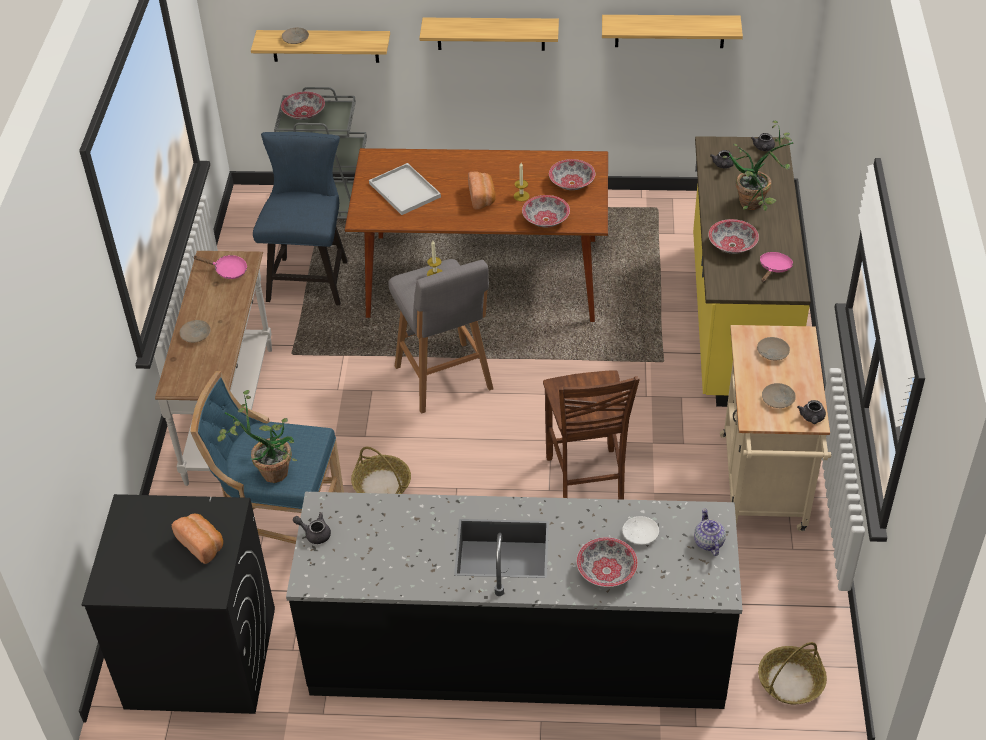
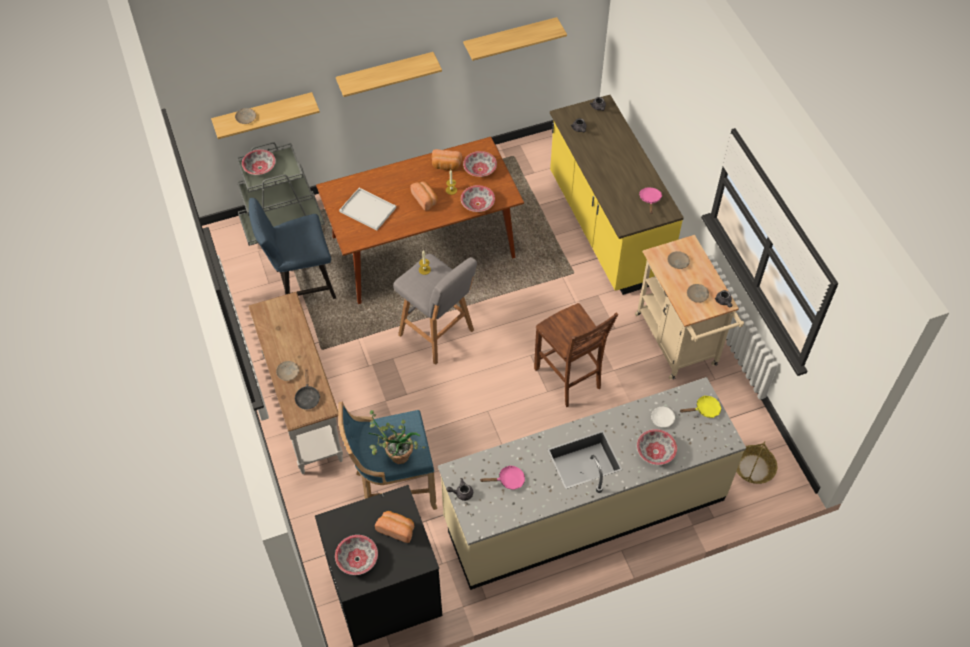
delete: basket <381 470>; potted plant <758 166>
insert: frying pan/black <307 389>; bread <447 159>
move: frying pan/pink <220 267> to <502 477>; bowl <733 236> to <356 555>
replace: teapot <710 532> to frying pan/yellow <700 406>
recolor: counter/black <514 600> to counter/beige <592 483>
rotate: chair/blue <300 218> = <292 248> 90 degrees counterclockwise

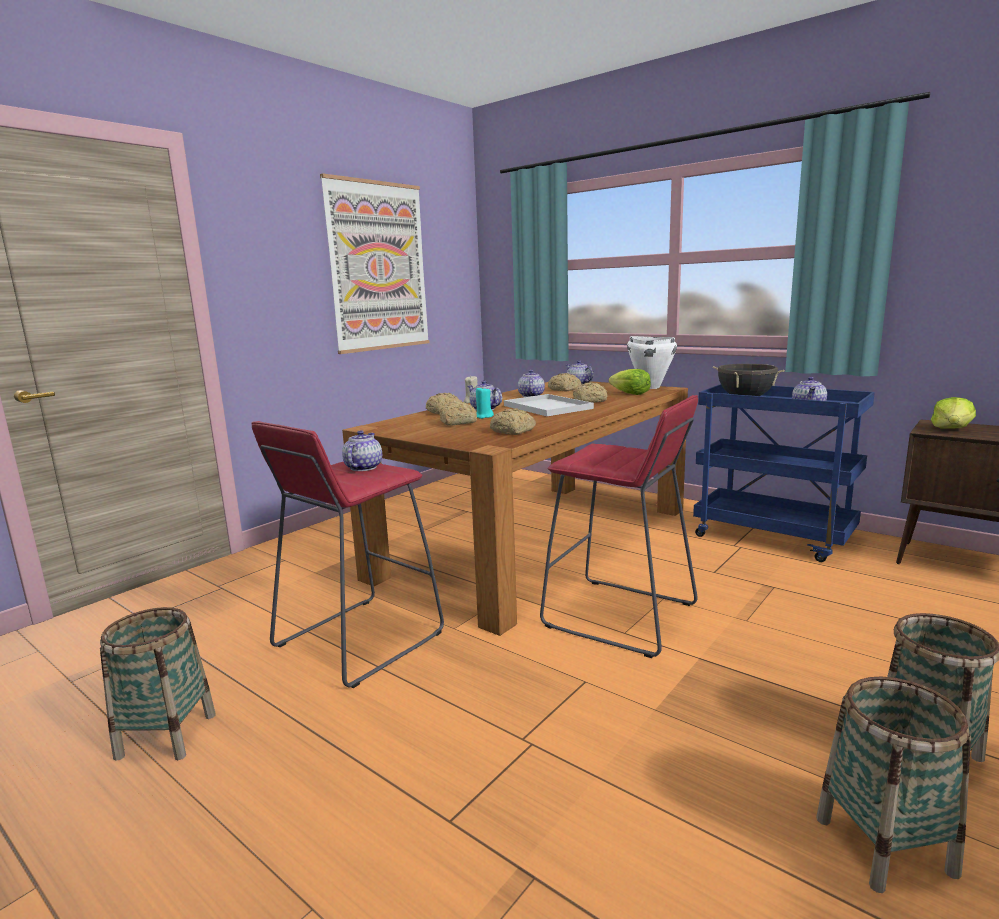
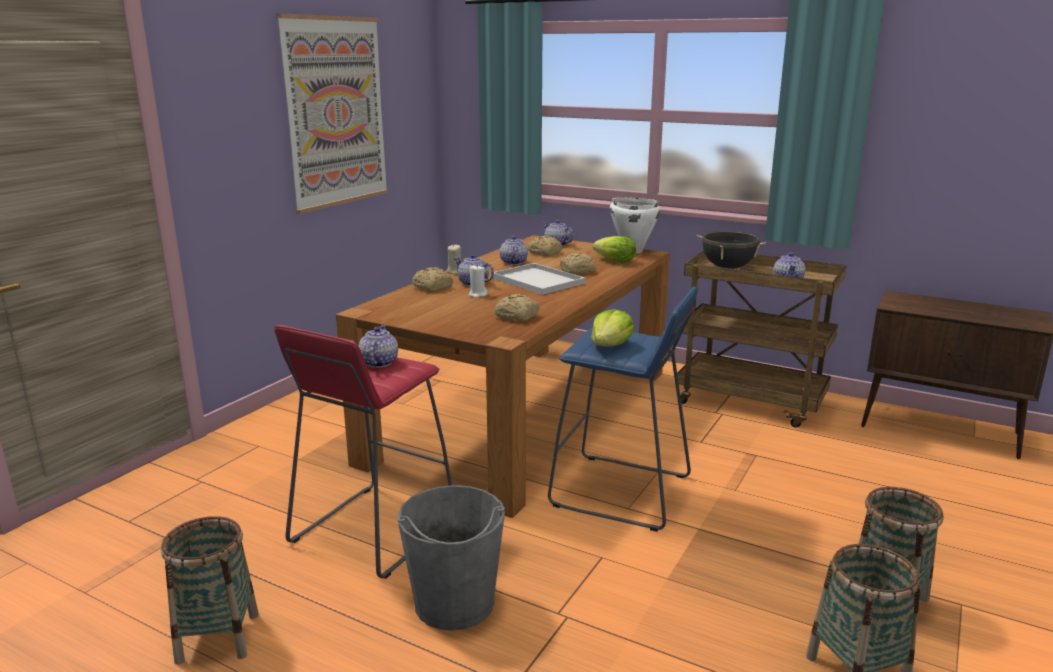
delete: bread <458 414>
insert: bucket/grey <451 558>
move: lettuce <953 413> to <612 328>
recolor: candle/turquoise <485 402> to candle/white <478 281>; stool/red <619 526> to stool/blue <623 409>; cart/blue <784 473> to cart/brown <762 339>

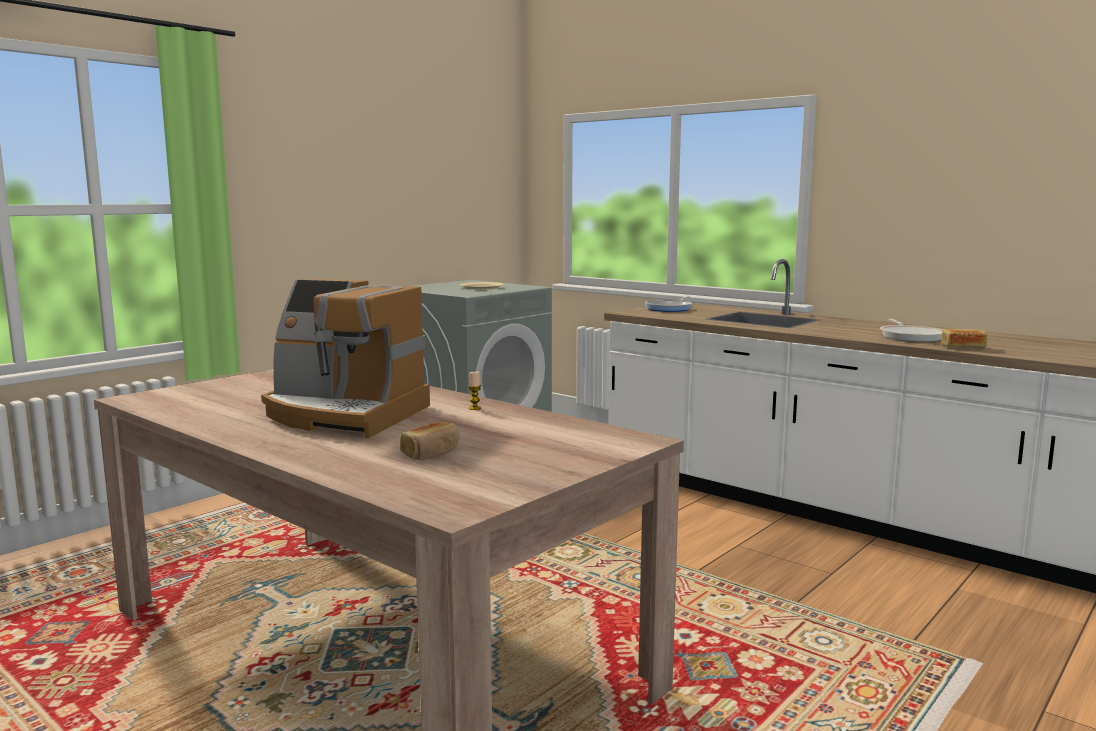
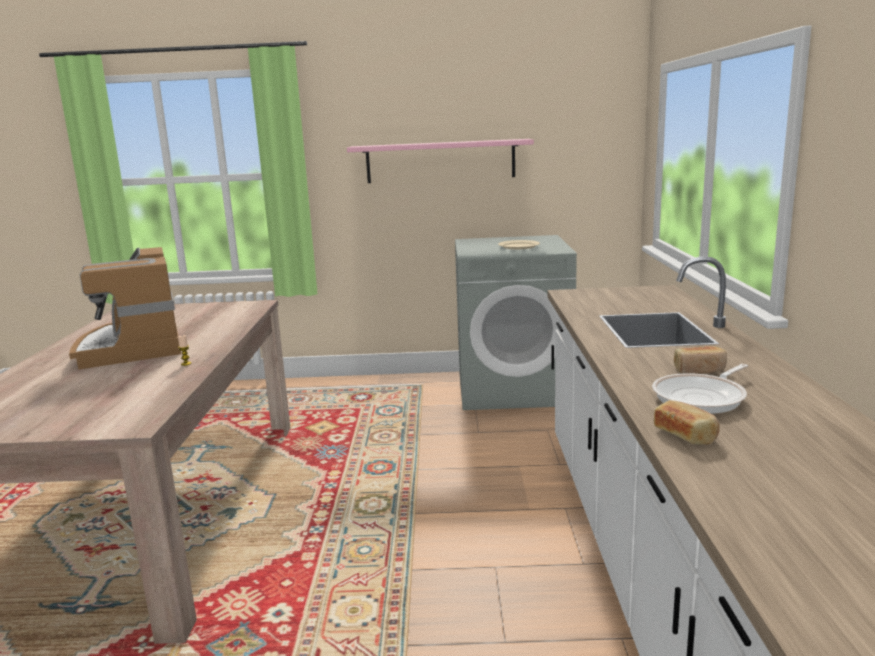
delete: frying pan <668 304>
insert: shelf/pink <440 161>
move: bread <429 441> to <700 360>

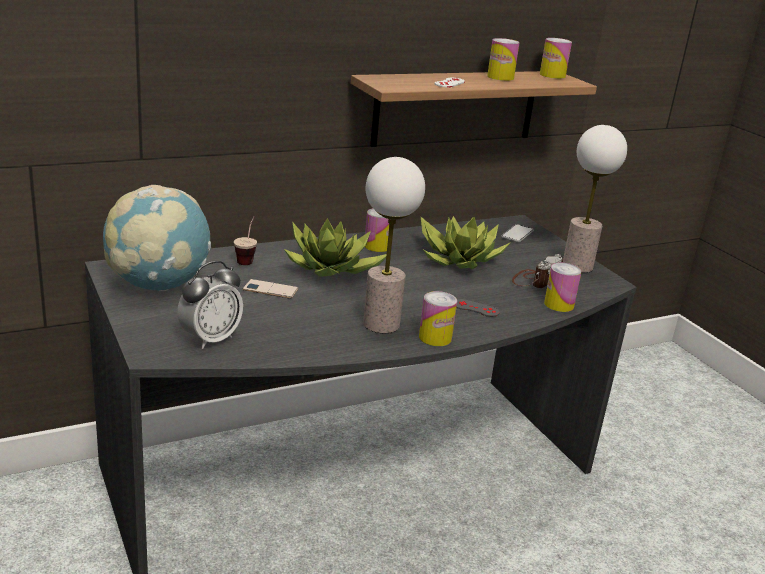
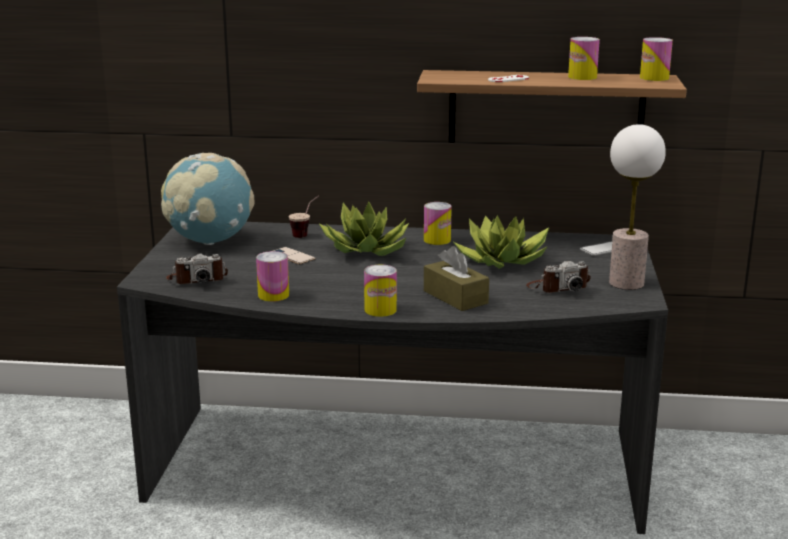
delete: table lamp <394 245>
move: can <563 287> to <272 276>
replace: alarm clock <210 305> to photo camera <197 268>; game controller/grey <478 308> to tissue box/brown <456 278>

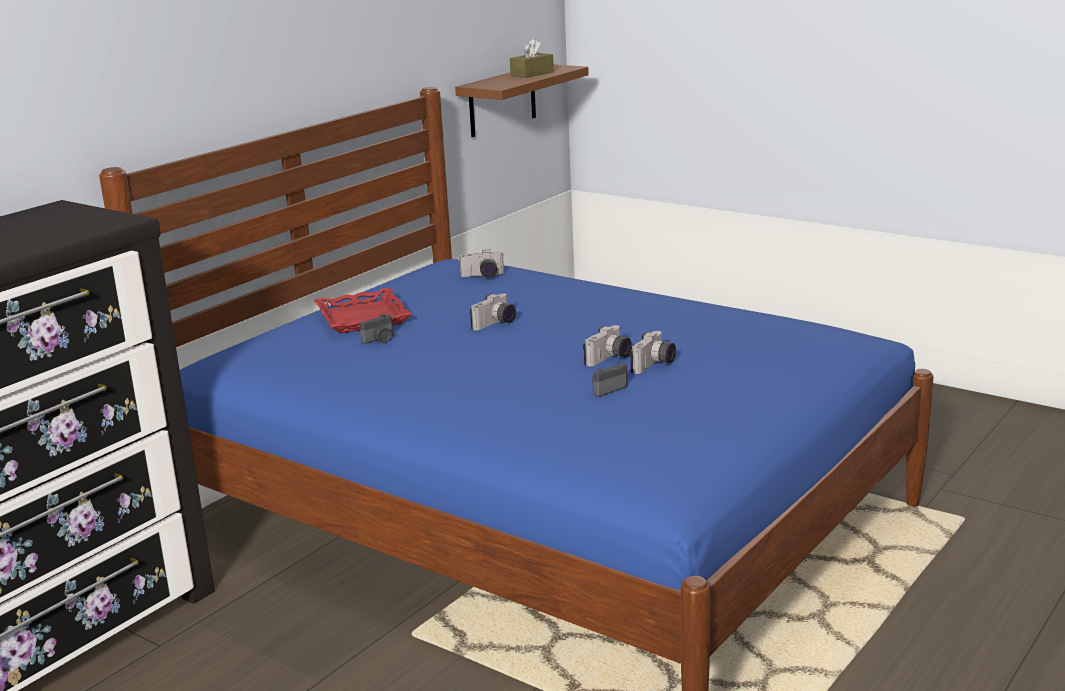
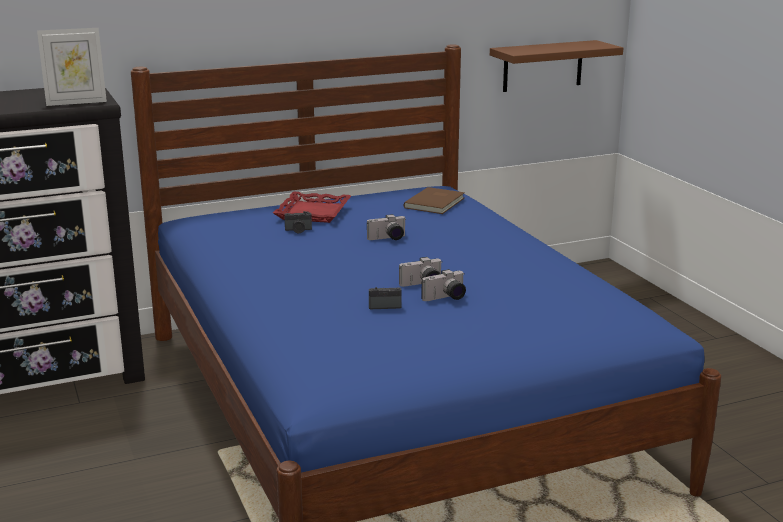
delete: tissue box/brown <532 58>
insert: picture frame <72 67>
replace: photo camera <481 263> to book/brown <434 200>

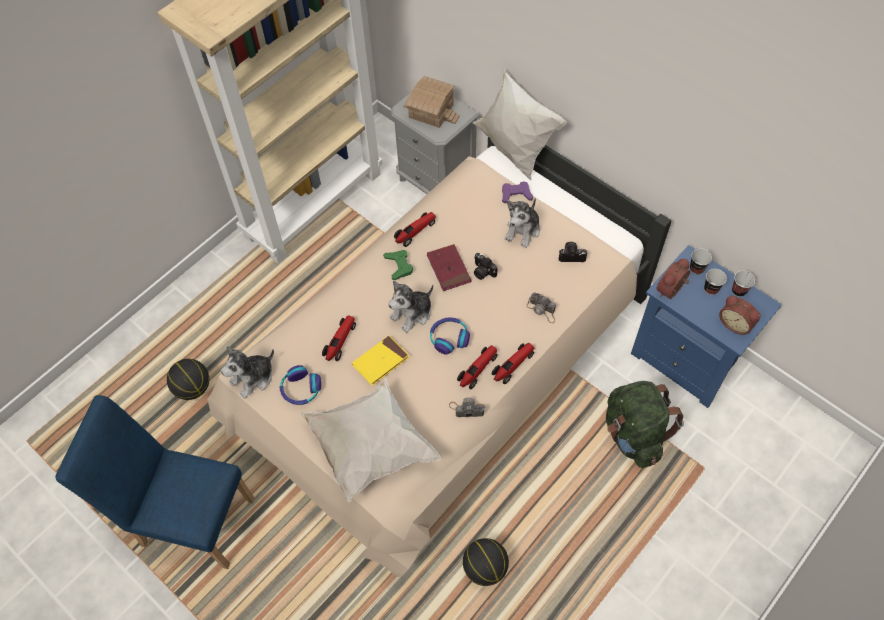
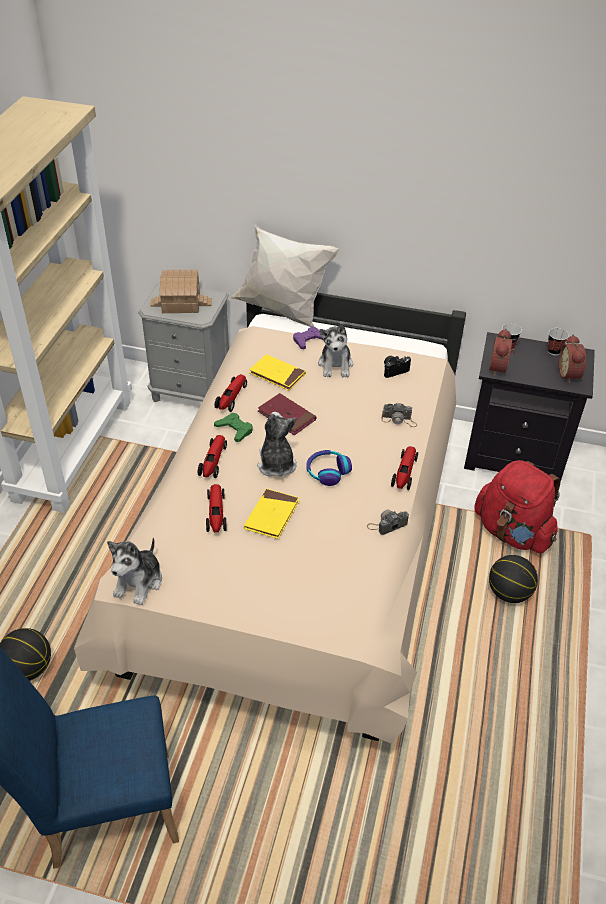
delete: headphones <300 385>; pillow/white <370 440>; photo camera <486 266>; cup <715 282>
insert: book/yellow <277 372>
move: toy car <477 367> to <212 456>; basketball <486 562> to <513 579>
recolor: backpack/green <645 424> to backpack/red <517 506>; nightstand/blue <706 326> to nightstand/black <529 406>
rotate: plush toy <410 306> = <277 444> 150 degrees clockwise; alarm clock <740 315> = <572 359> 75 degrees clockwise

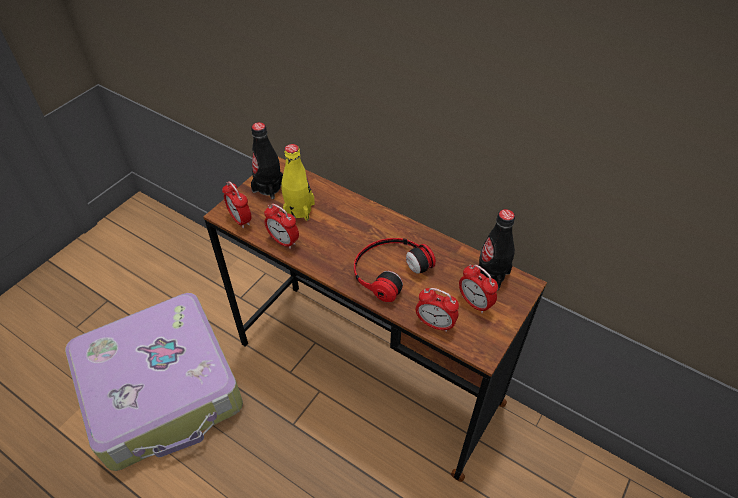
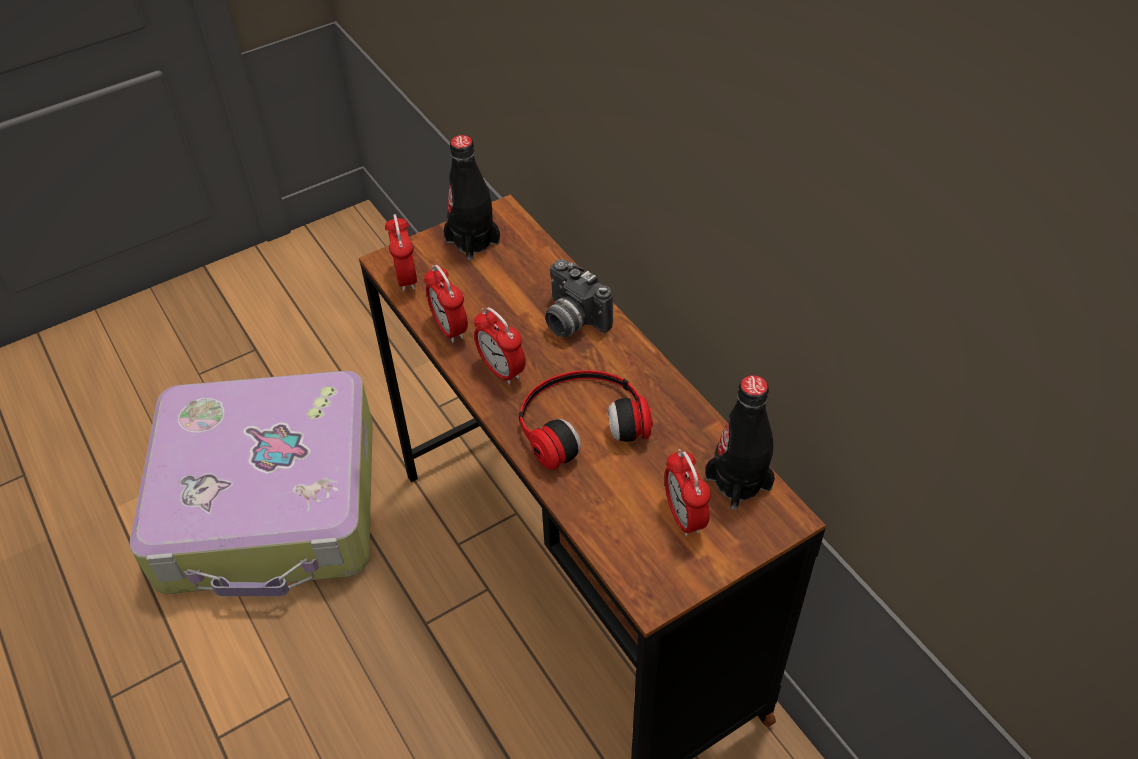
delete: bottle/yellow <298 182>
insert: photo camera <579 298>
move: alarm clock <437 310> to <500 346>

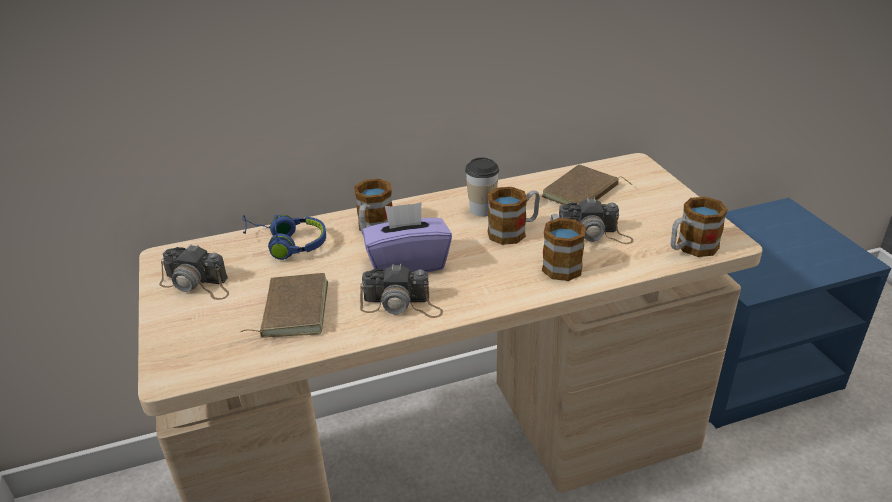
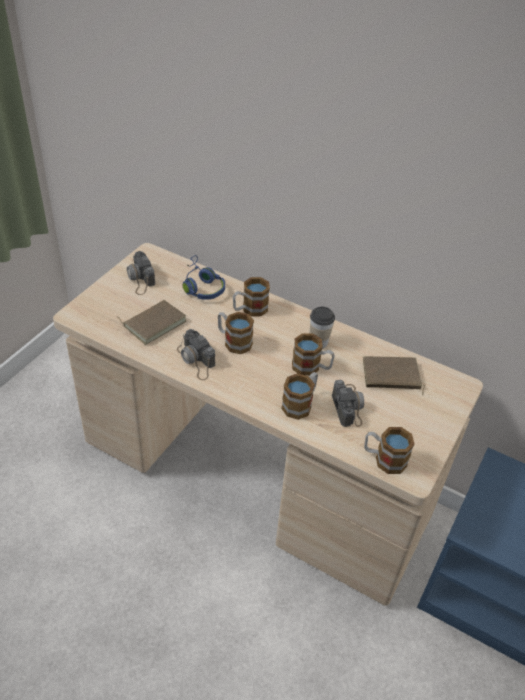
replace: tissue box/purple <407 237> to mug <236 333>
rotate: photo camera <596 220> = <348 403> 150 degrees counterclockwise

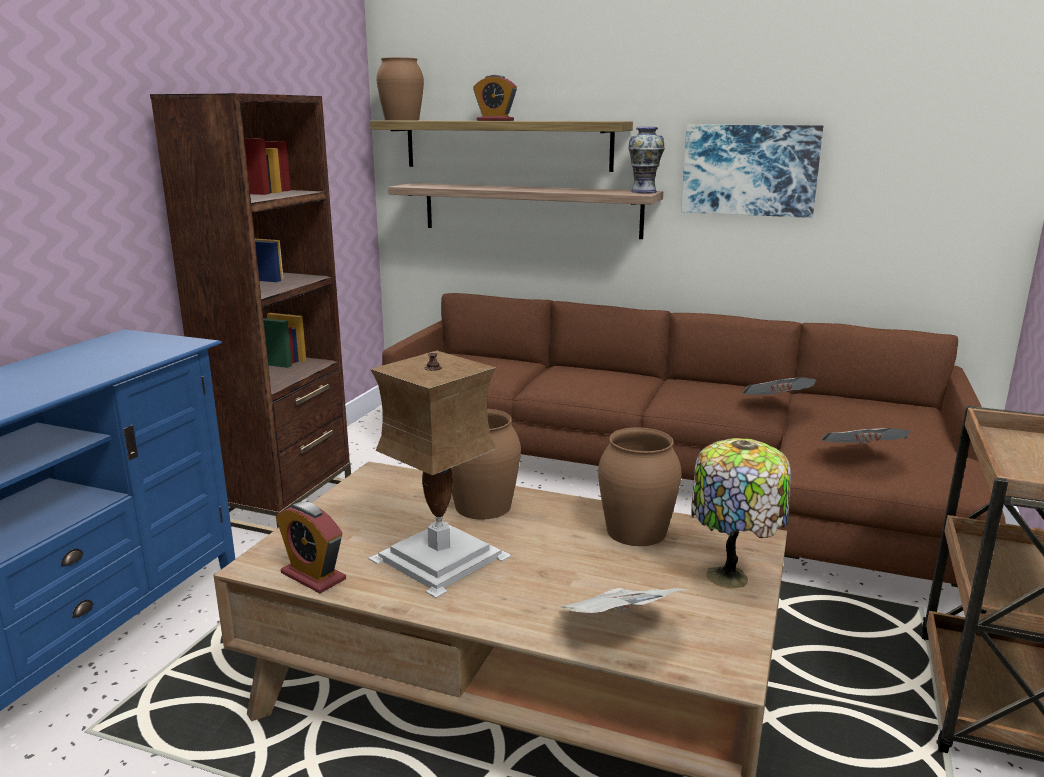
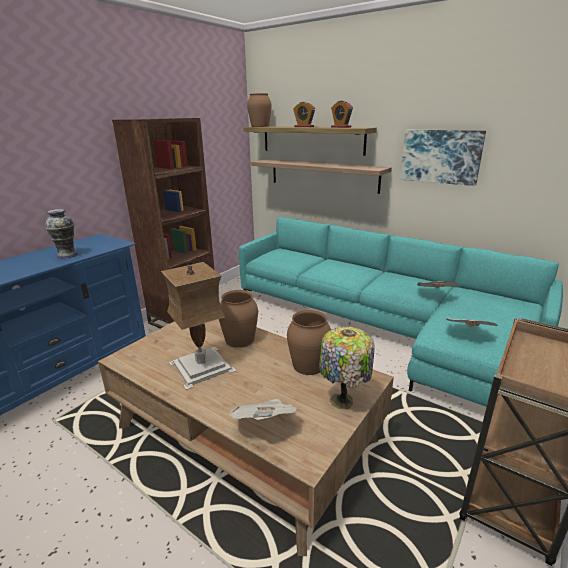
move: alarm clock <311 547> to <342 114>; vase <646 160> to <61 234>
recolor: sofa/brown <694 440> to sofa/turquoise <401 312>

